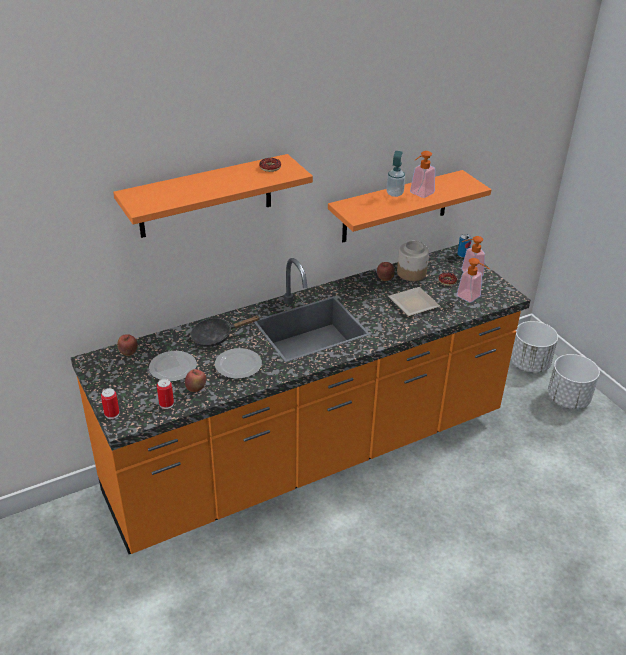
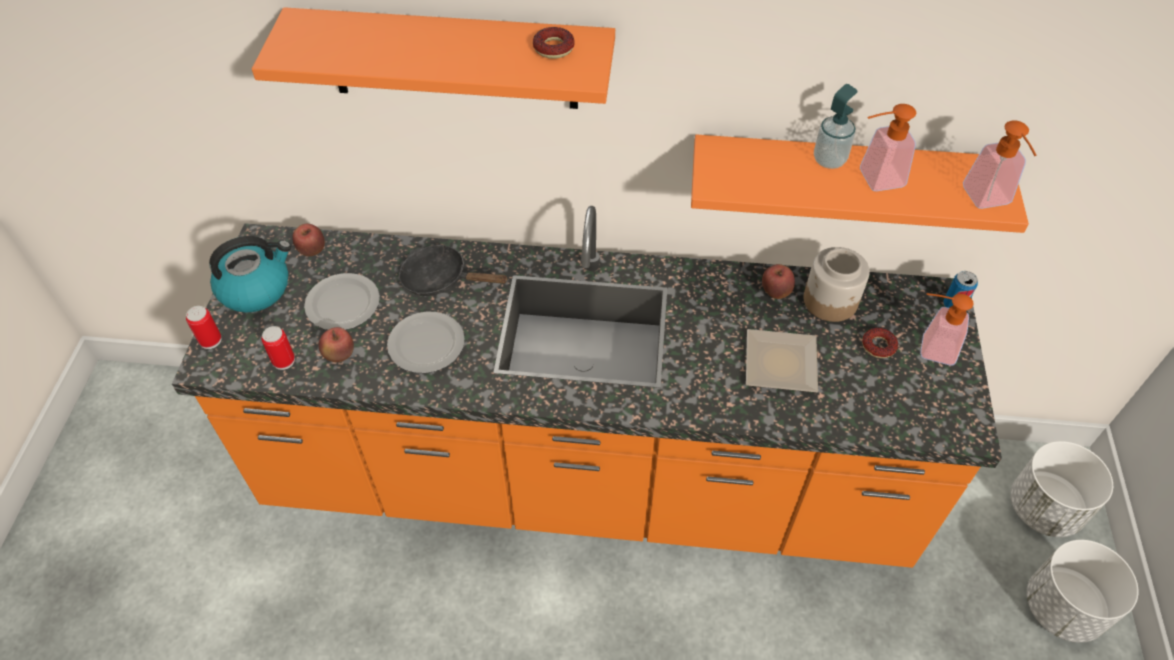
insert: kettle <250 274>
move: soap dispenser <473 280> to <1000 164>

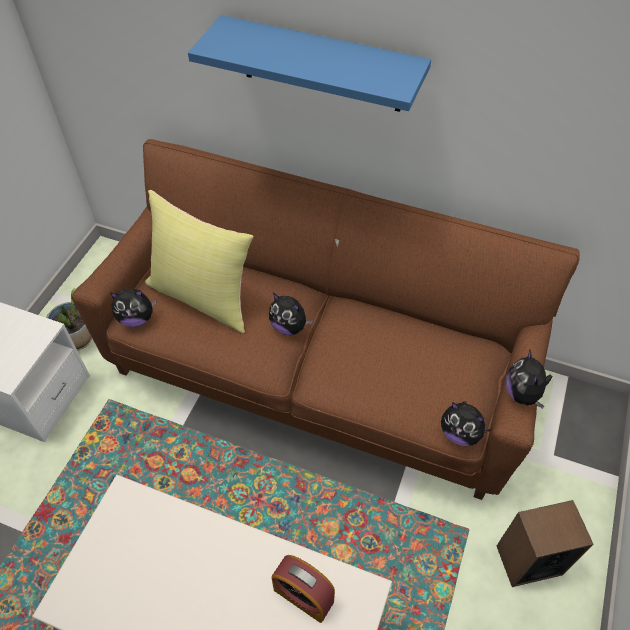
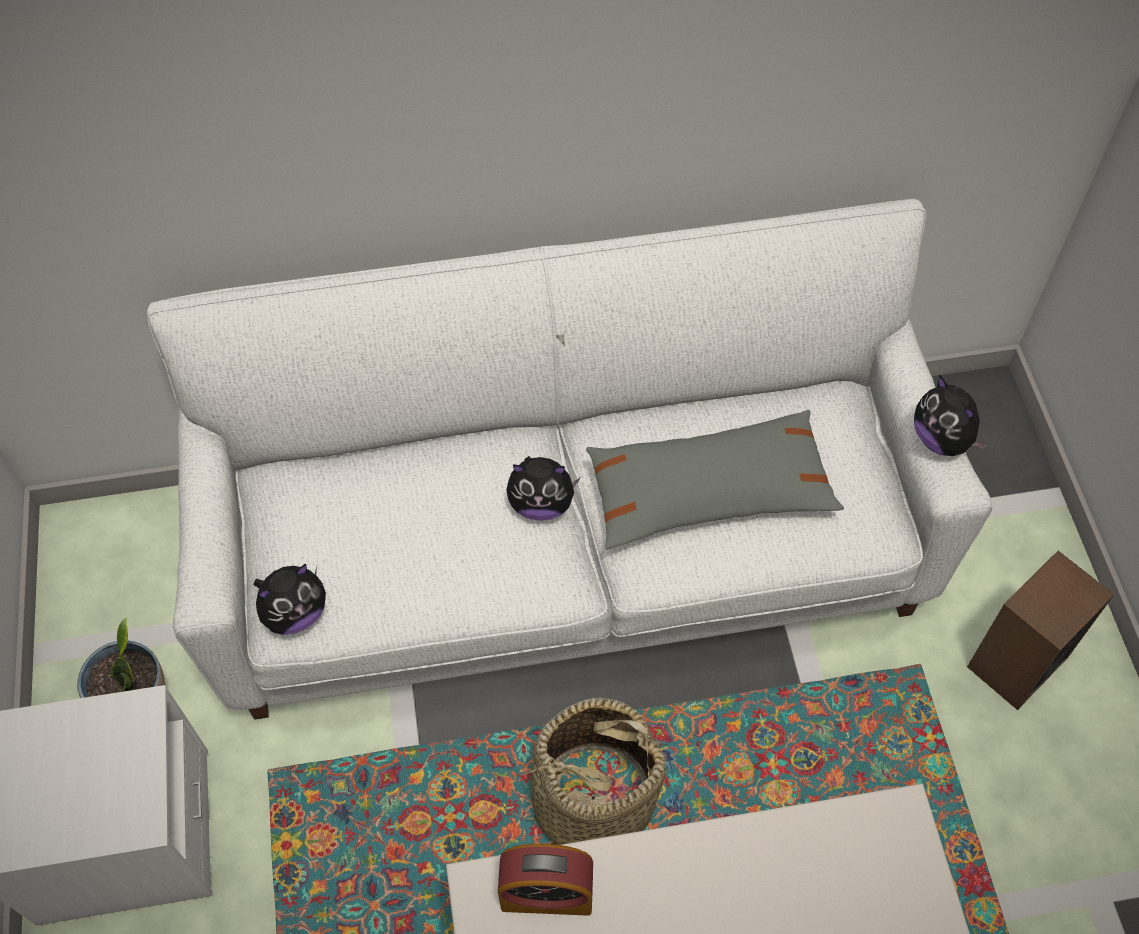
delete: pillow/yellow <199 261>; shelf/blue <309 63>; plush toy <466 423>
insert: basket <586 771>; pillow/grey <715 480>
move: alarm clock <303 589> to <545 880>
recolor: sofa/brown <325 319> to sofa/white <570 459>

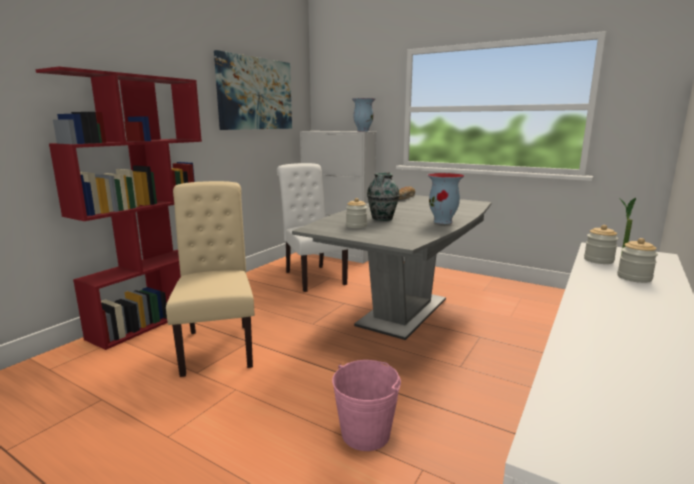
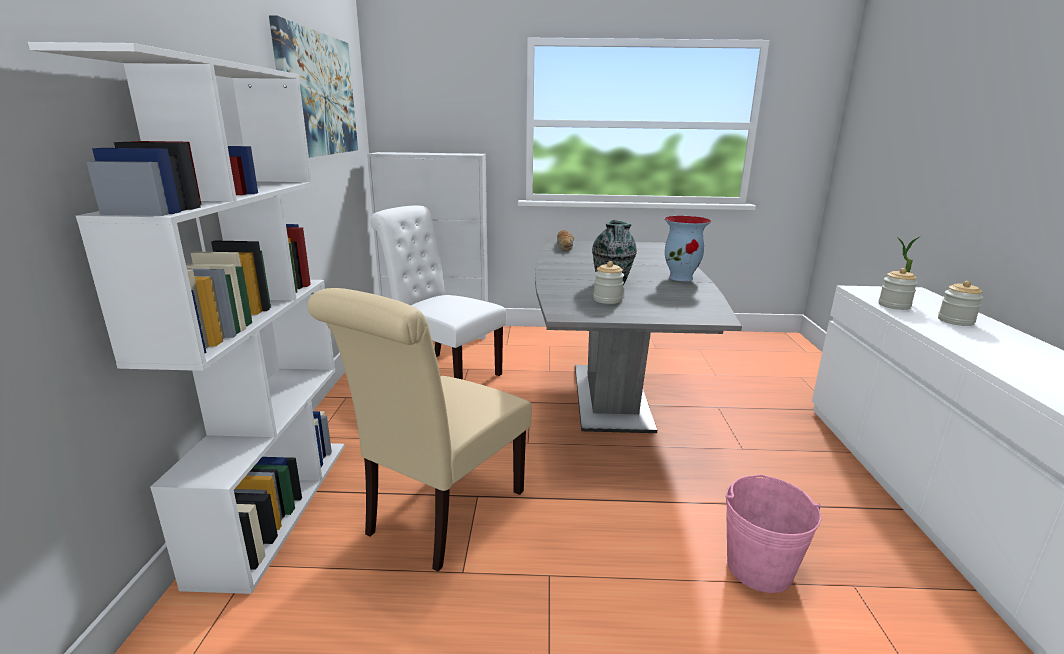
delete: vase <363 115>
recolor: bookcase/red <118 208> to bookcase/white <186 318>
rotate: chair/beige <210 279> = <419 429> 105 degrees counterclockwise

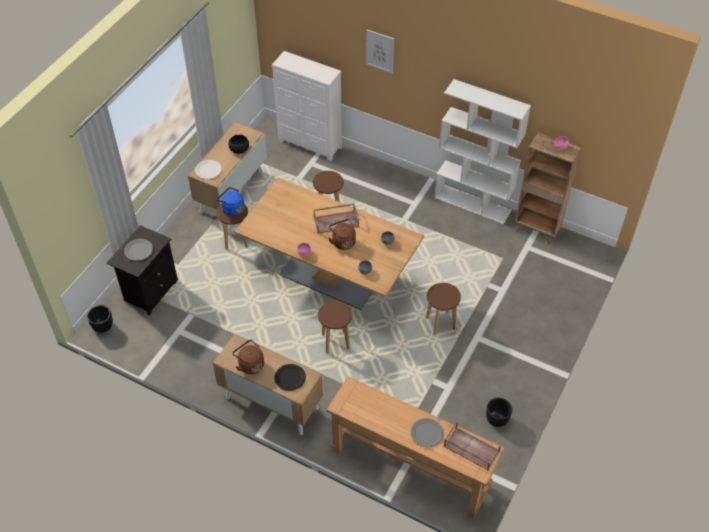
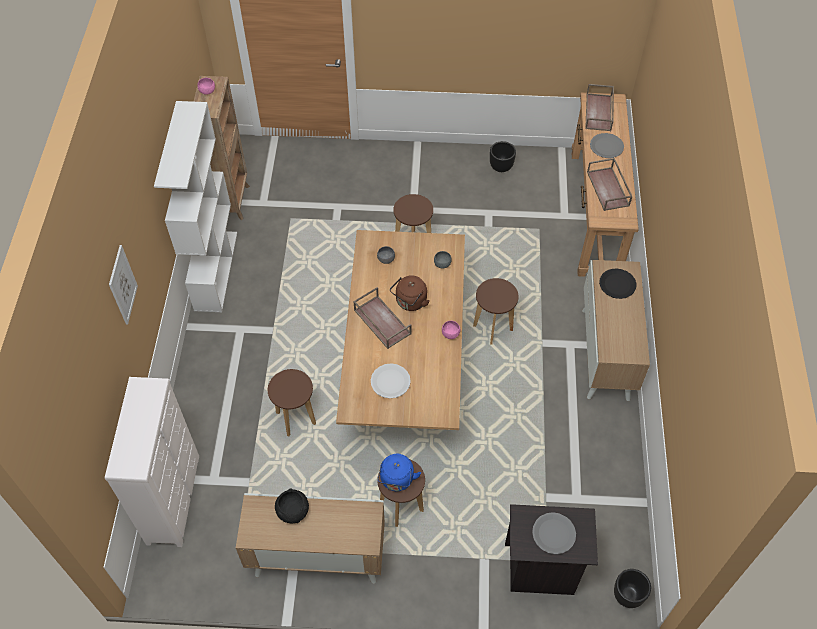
delete: kettle/brown <248 357>
insert: tray/brown <610 184>
move: plate/white <208 169> to <391 380>

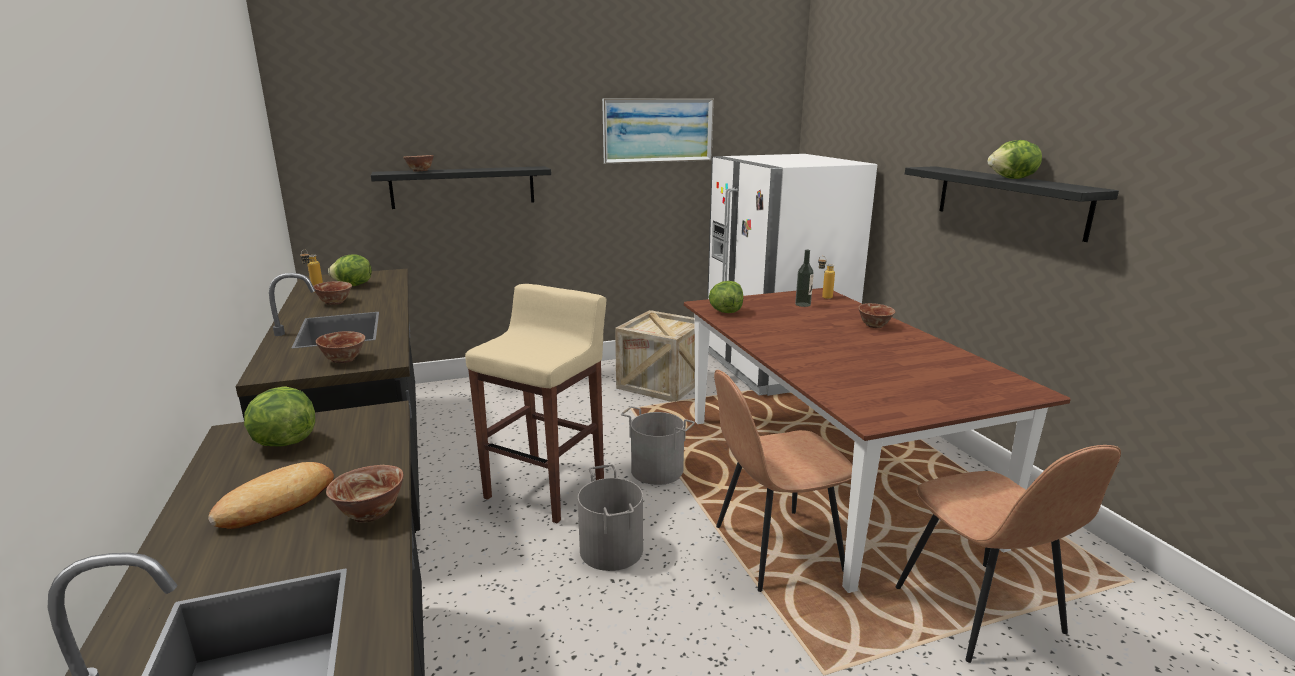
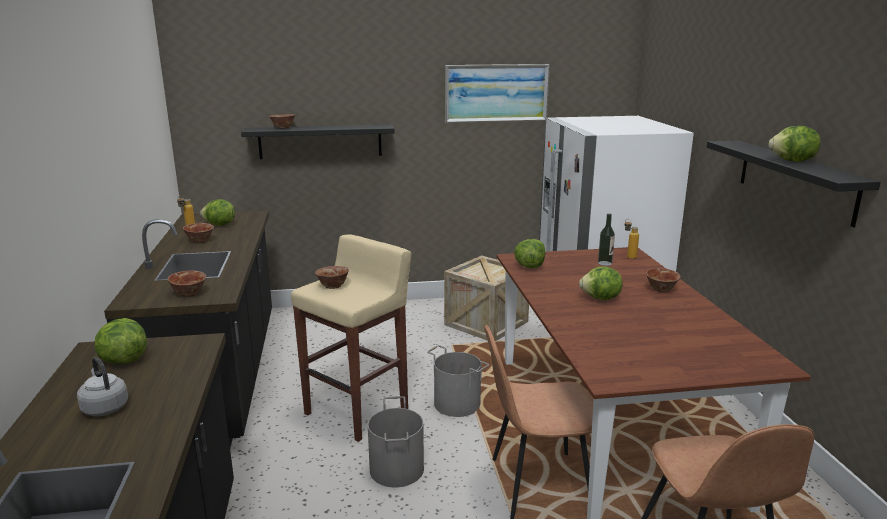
insert: lettuce <601 283>
move: bowl <364 493> to <332 277>
replace: bread <271 495> to kettle/grey <102 386>

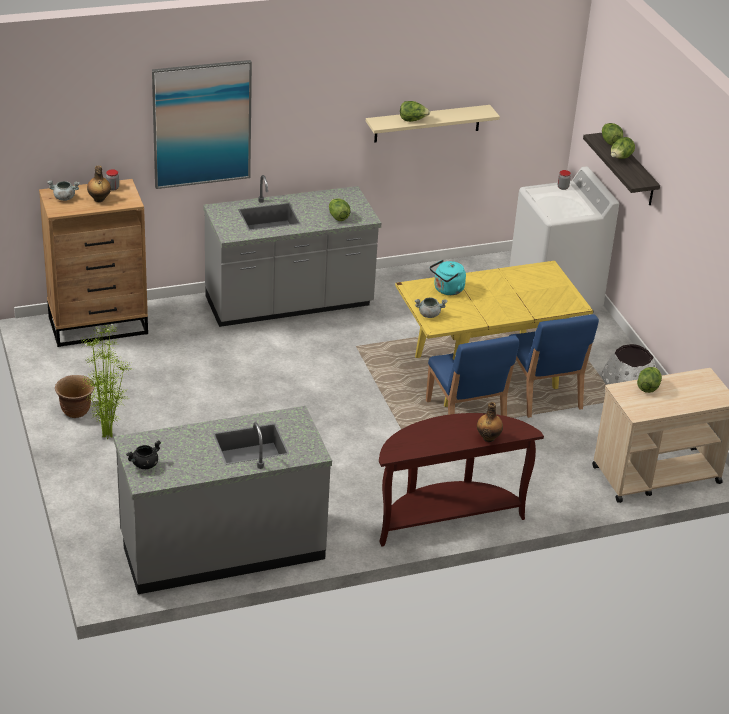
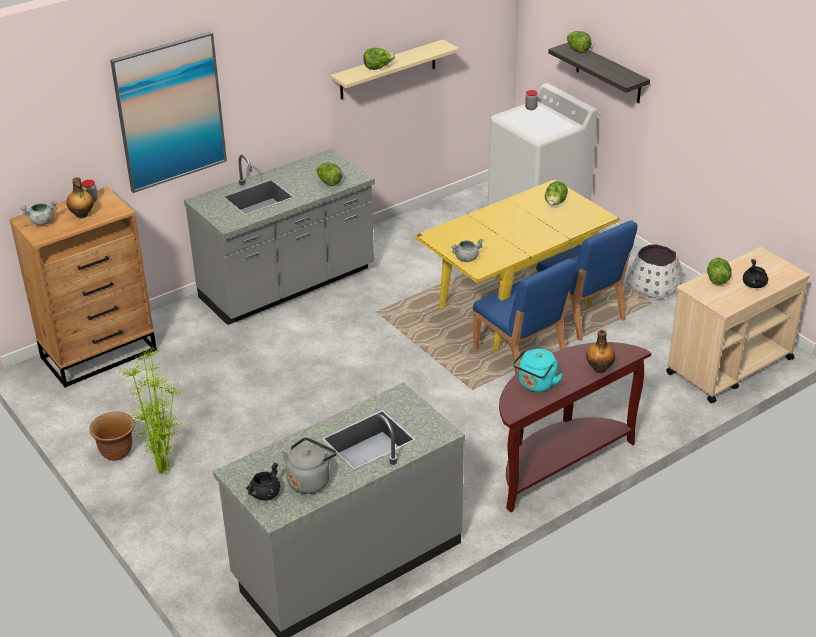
insert: kettle/grey <309 465>; cooking pot/black <755 273>
move: kettle/turquoise <448 277> to <538 370>; lettuce <623 148> to <556 193>

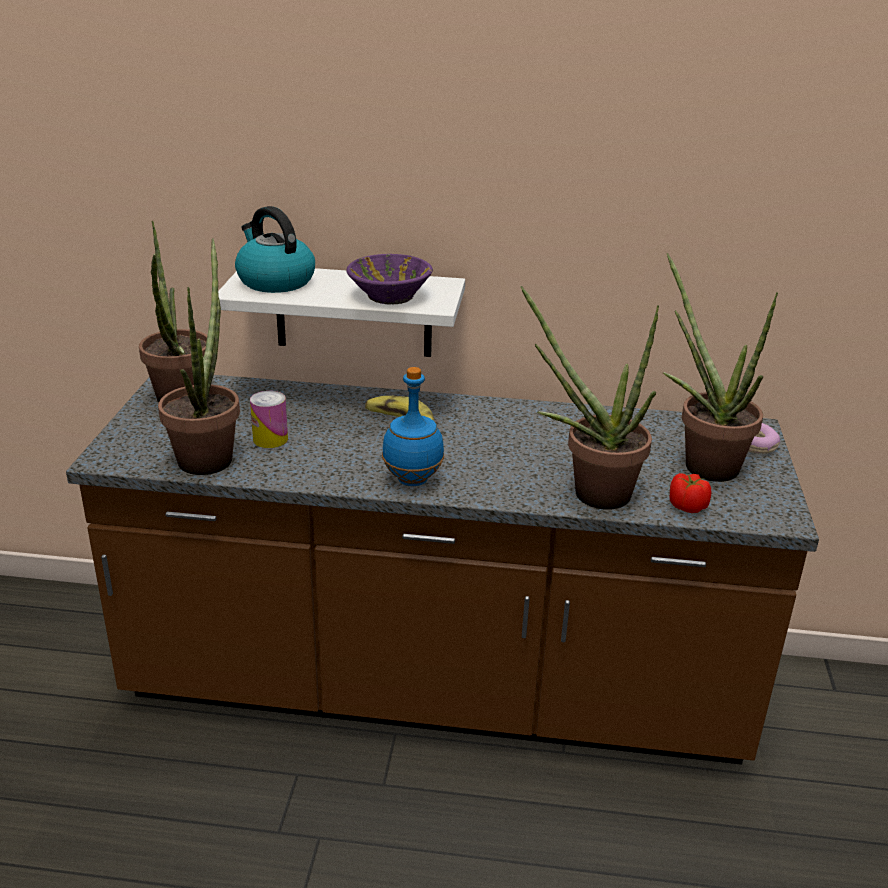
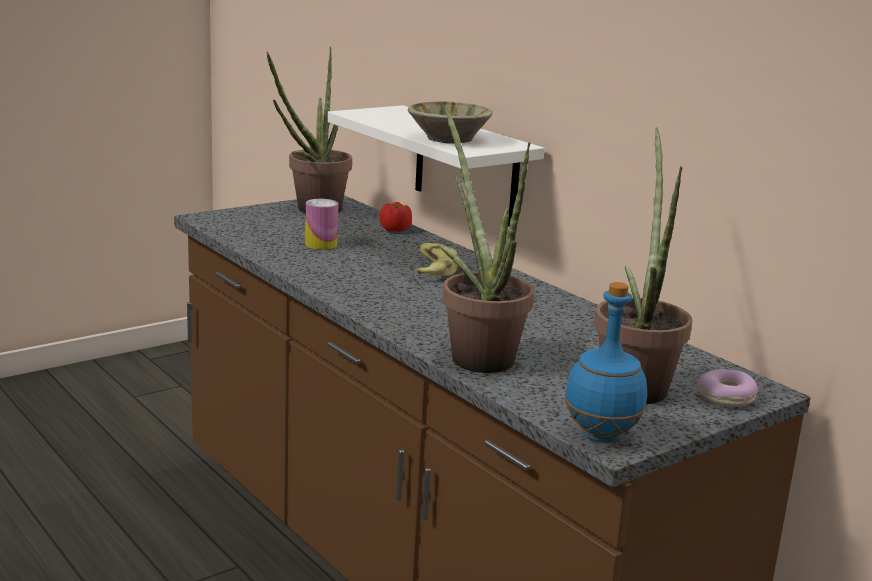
delete: potted plant <199 356>; kettle <275 249>
move: bottle/blue <413 426> to <606 362>; tomato <690 493> to <396 217>
recolor: bowl/purple <389 279> to bowl/beige <450 122>

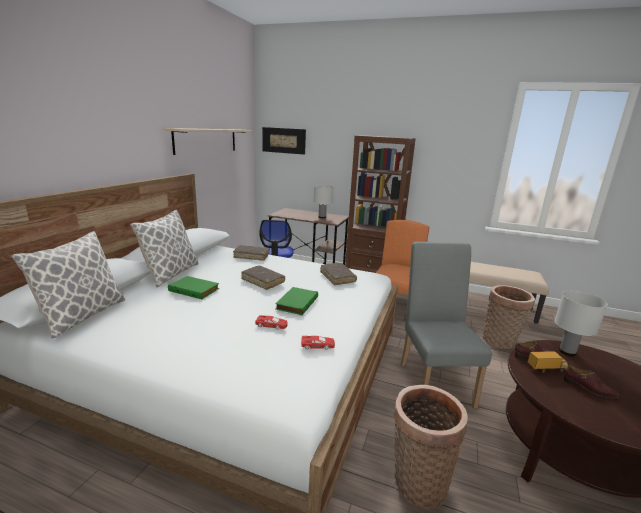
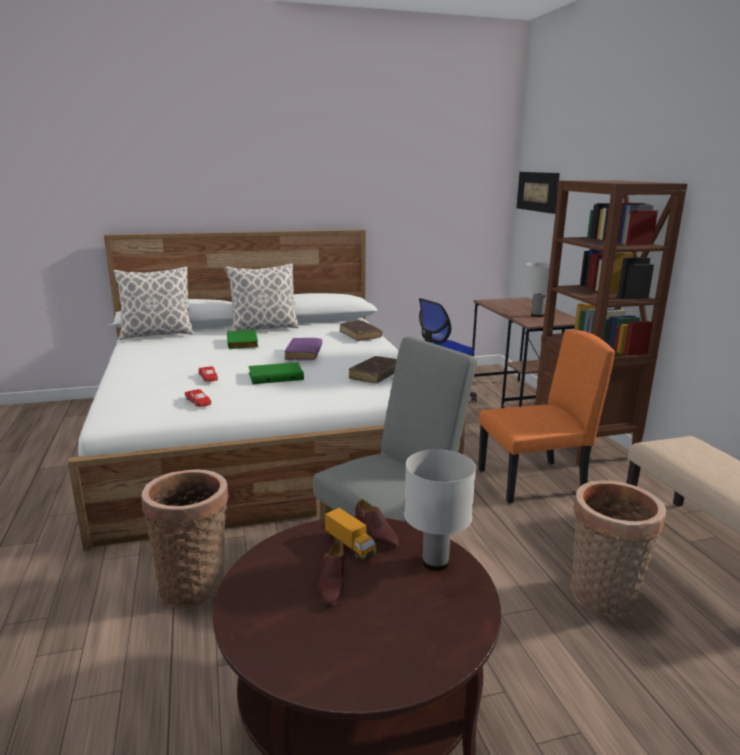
delete: shelf/beige <208 141>
recolor: book/brown <263 278> to book/purple <303 349>

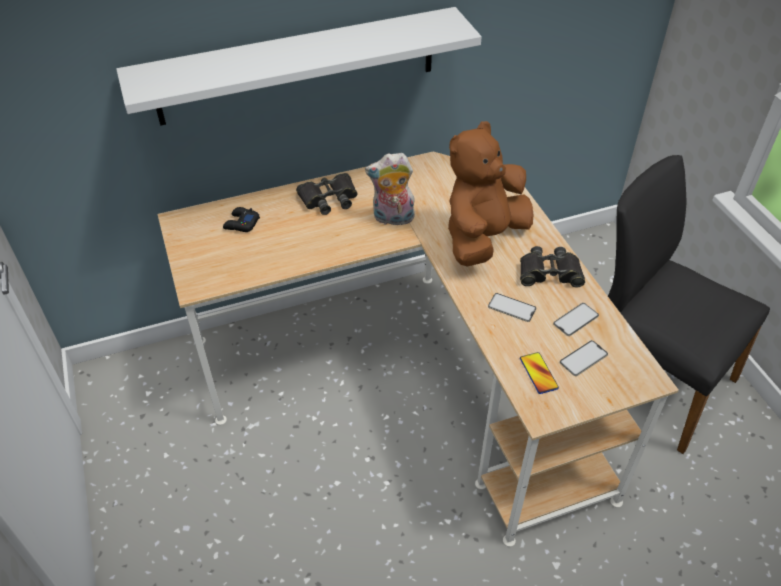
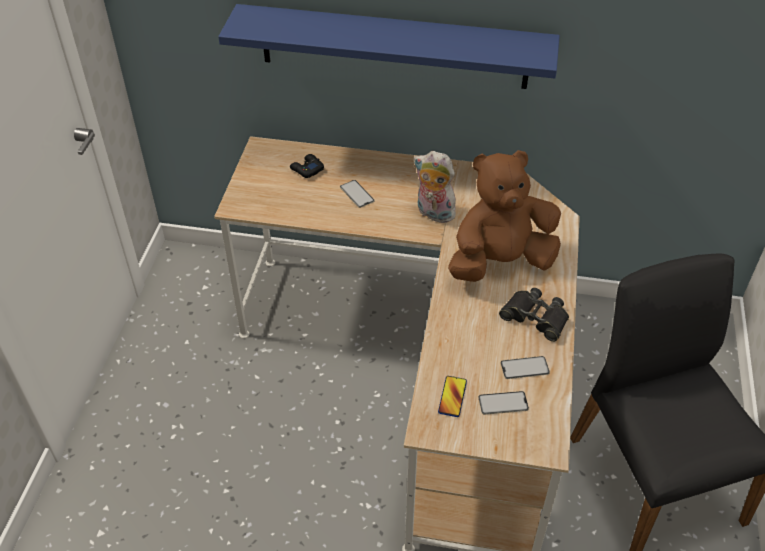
delete: binoculars/black <326 194>
move: phone <512 307> to <357 194>
recolor: shelf/white <299 66> to shelf/blue <389 46>

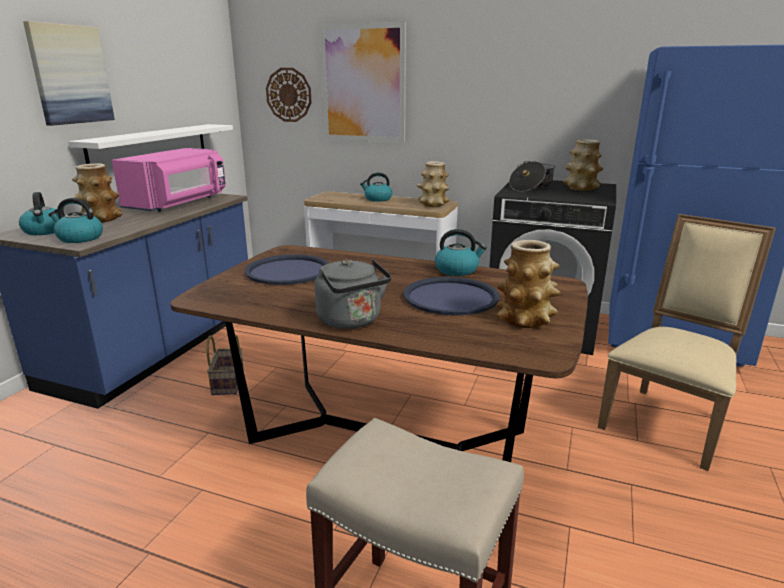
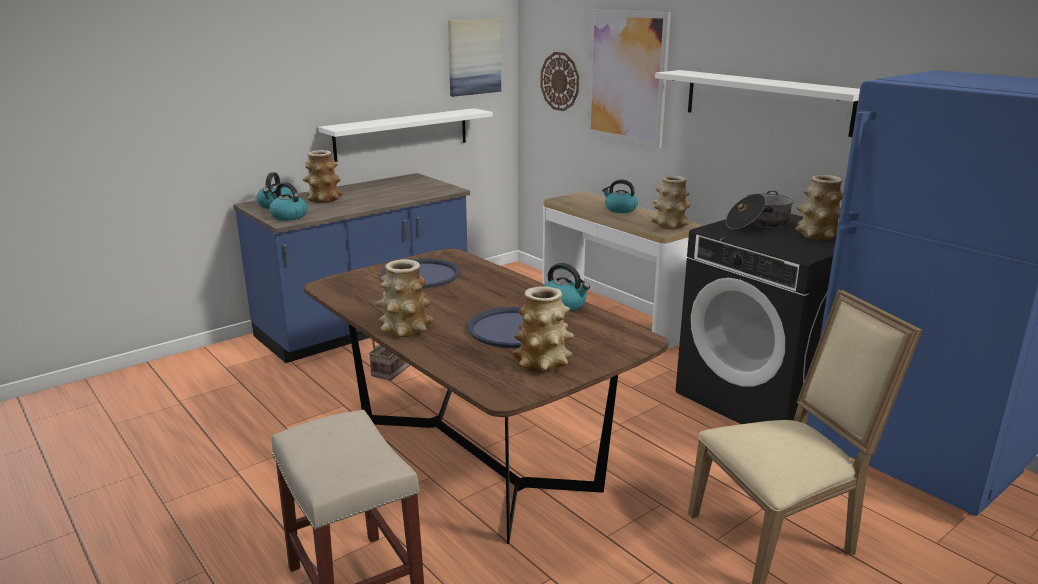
delete: microwave/pink <169 180>
insert: shelf/white <757 103>
move: picture <69 73> to <474 58>
replace: kettle/grey <353 294> to vase <404 298>

